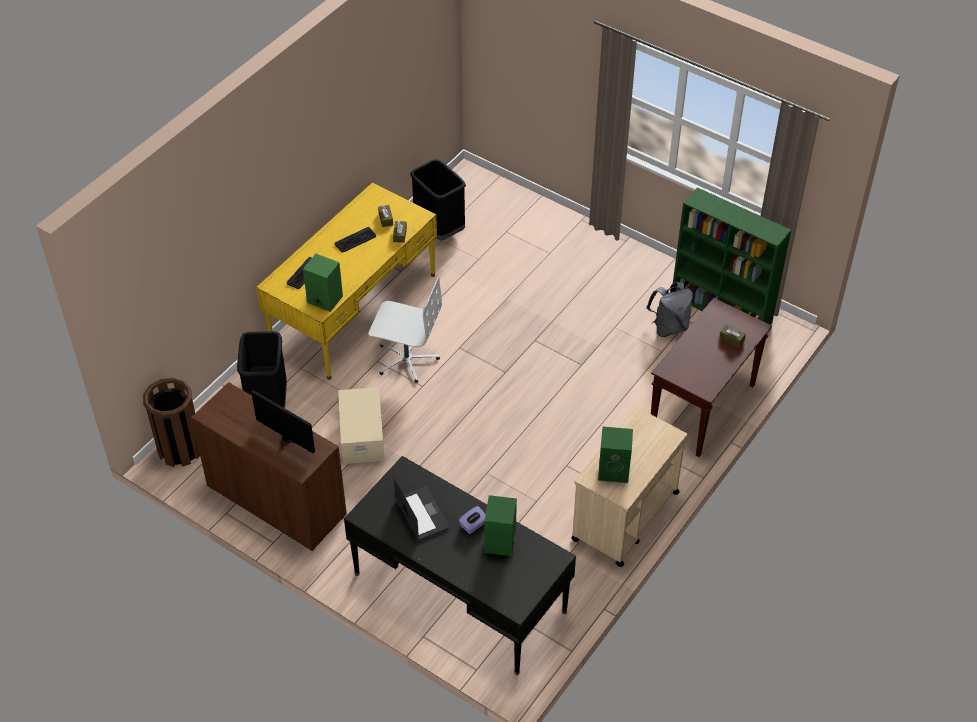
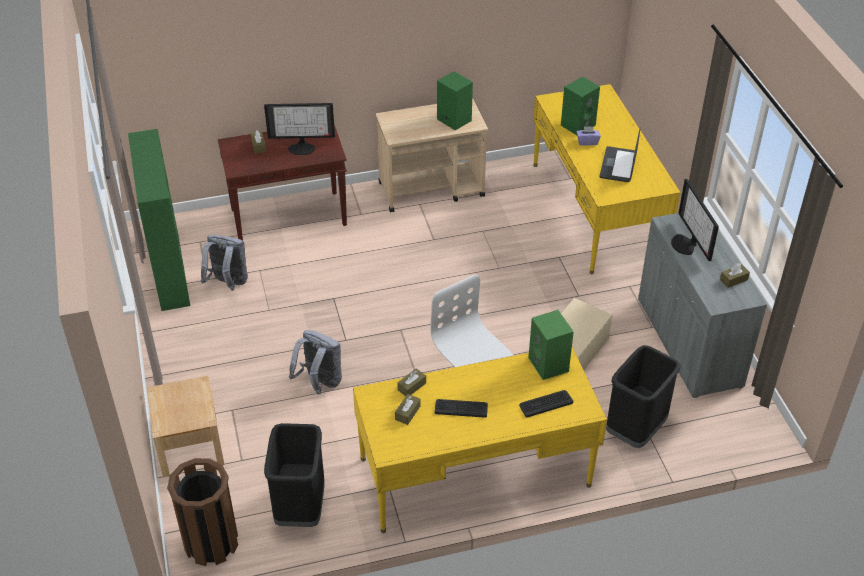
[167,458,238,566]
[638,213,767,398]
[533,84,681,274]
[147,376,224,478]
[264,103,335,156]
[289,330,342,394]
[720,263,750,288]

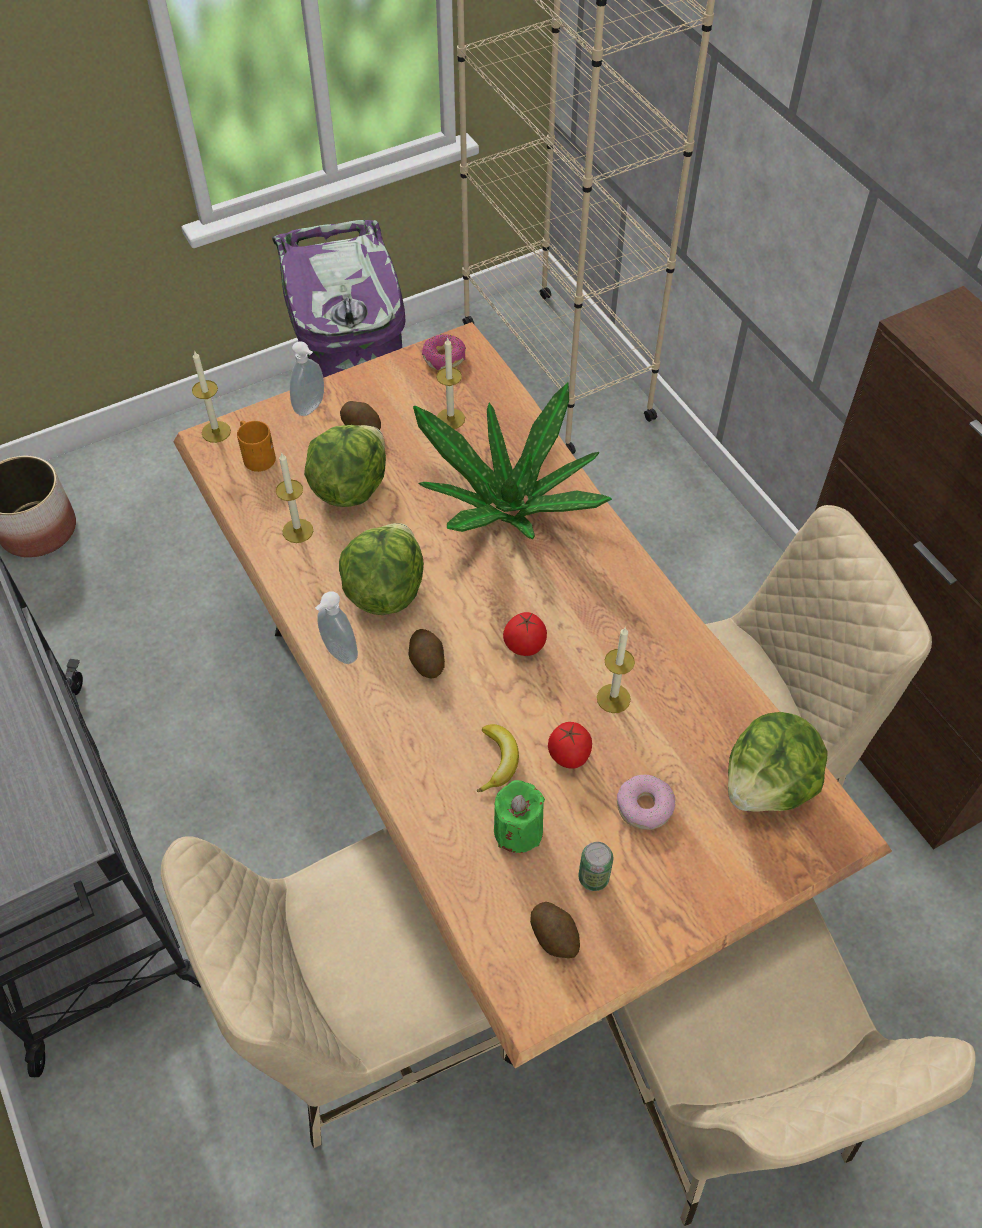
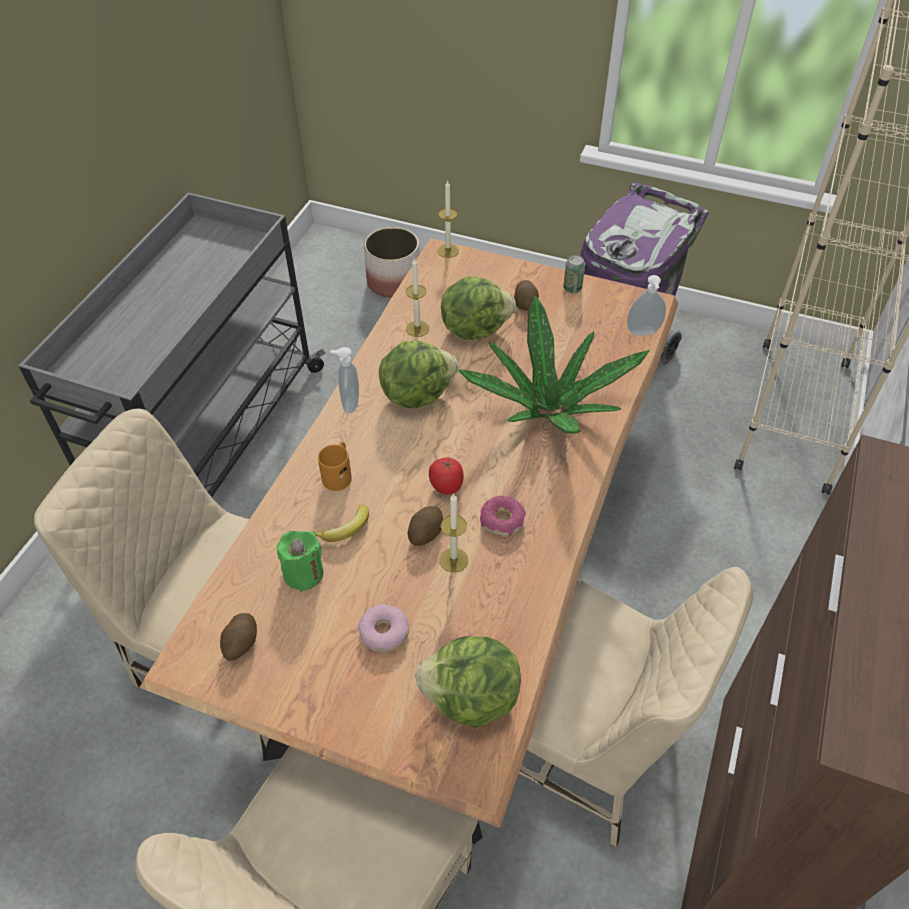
[318,441,352,491]
[627,275,666,336]
[407,506,443,546]
[480,496,526,536]
[437,338,465,429] (first image)
[548,722,592,769] (first image)
[563,255,585,293]

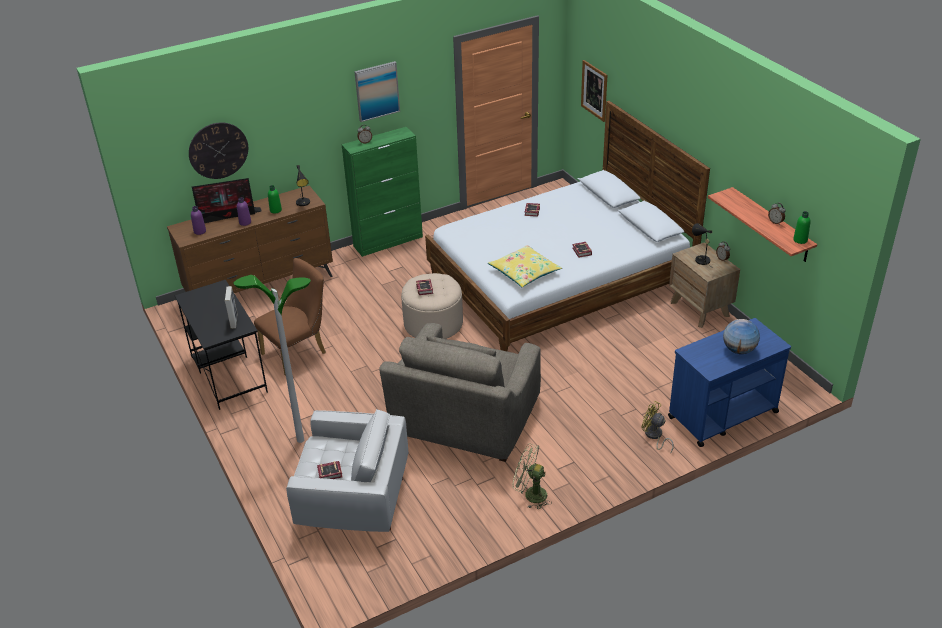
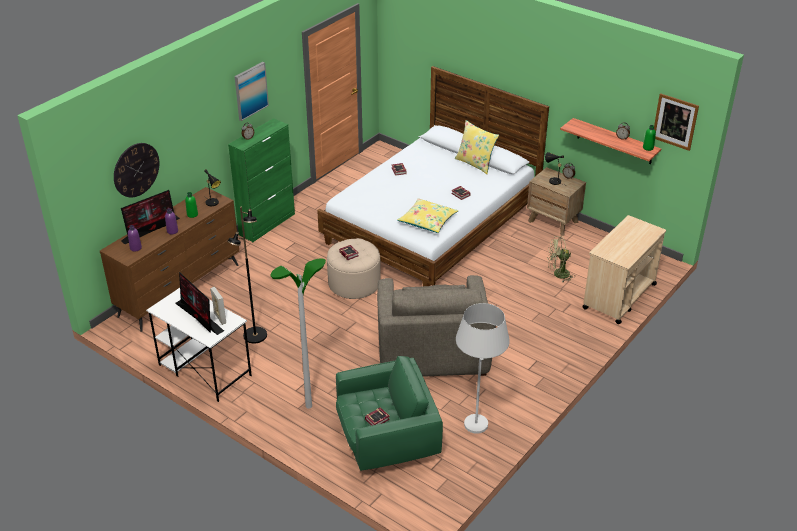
[146,288,252,402]
[227,206,267,344]
[336,356,443,471]
[547,236,573,282]
[654,93,699,151]
[642,401,674,454] (first image)
[582,215,666,324]
[723,319,760,354] (first image)
[175,272,224,335]
[455,120,499,174]
[456,303,510,434]

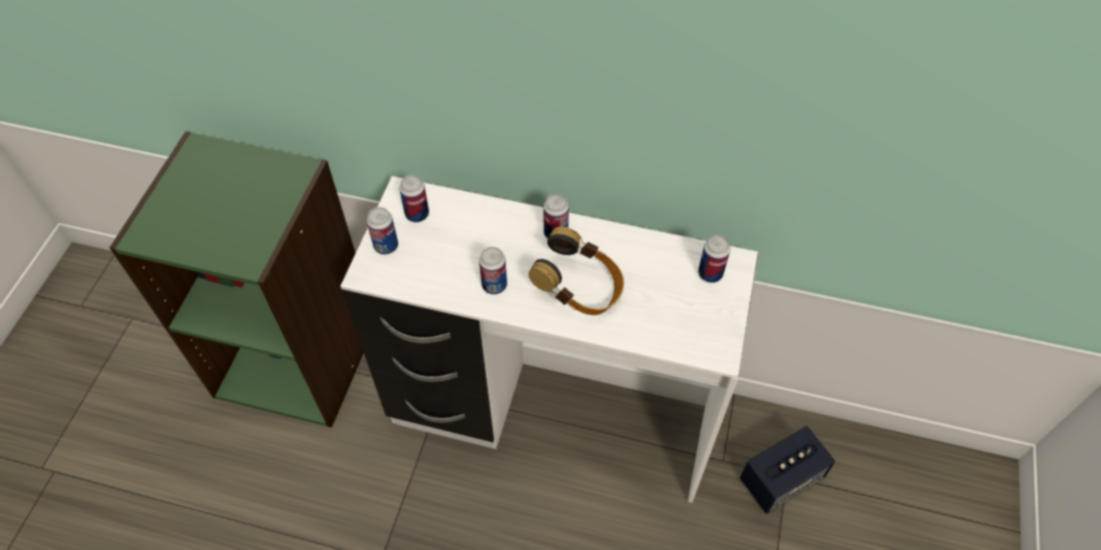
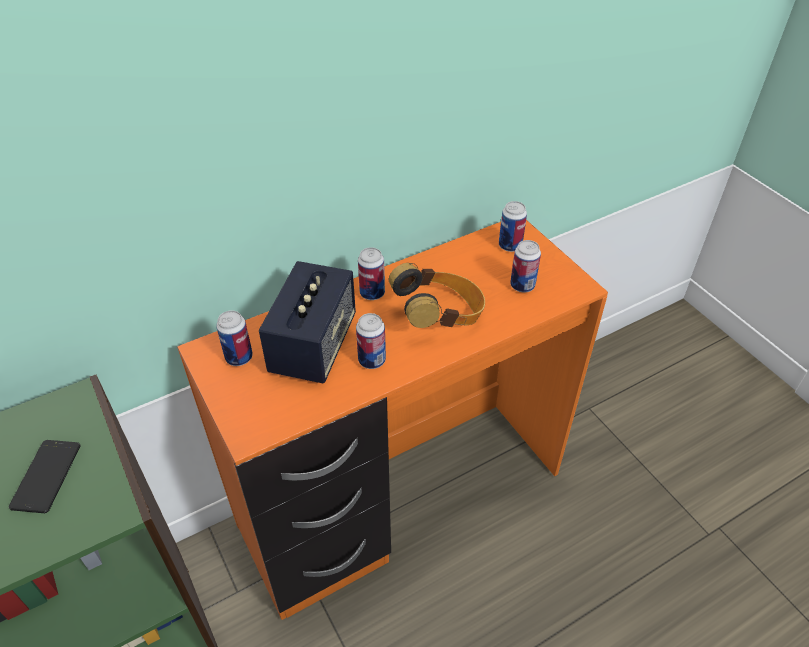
[177,220,608,620]
[510,240,541,292]
[259,261,356,383]
[9,440,81,513]

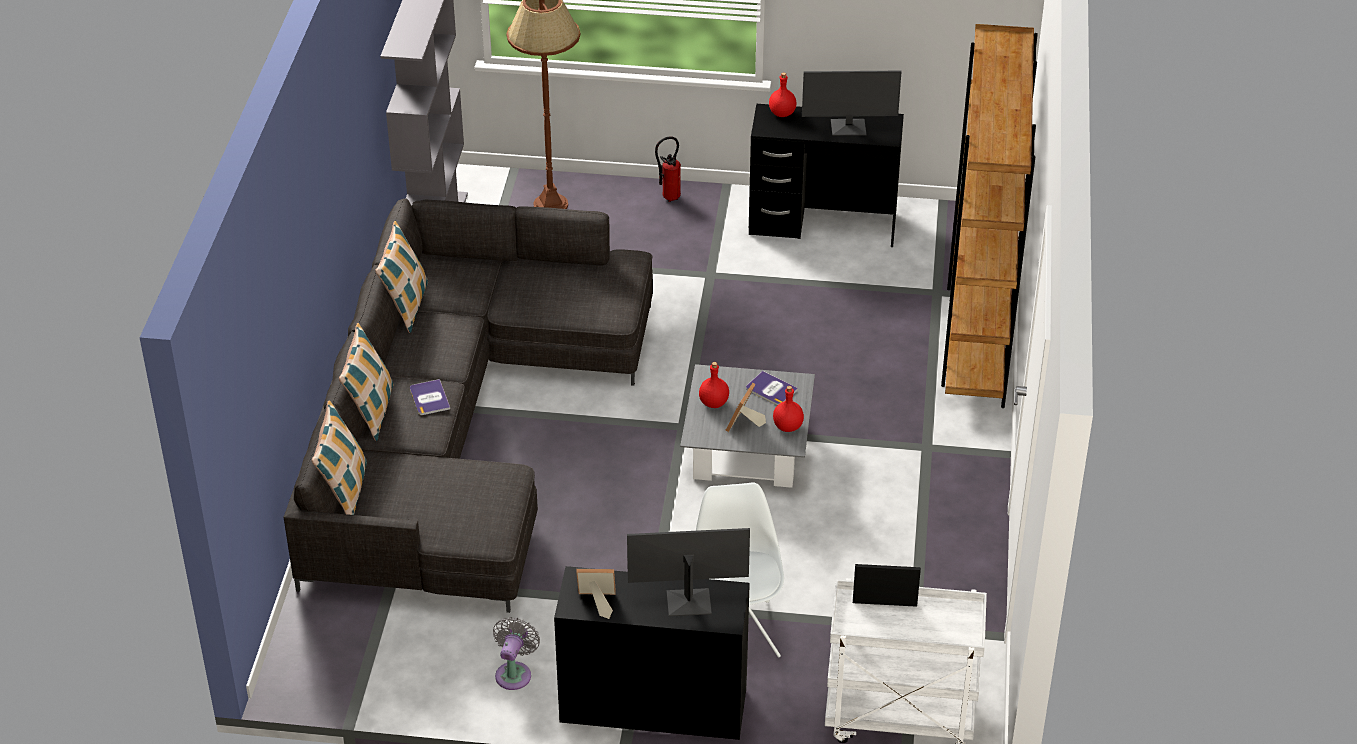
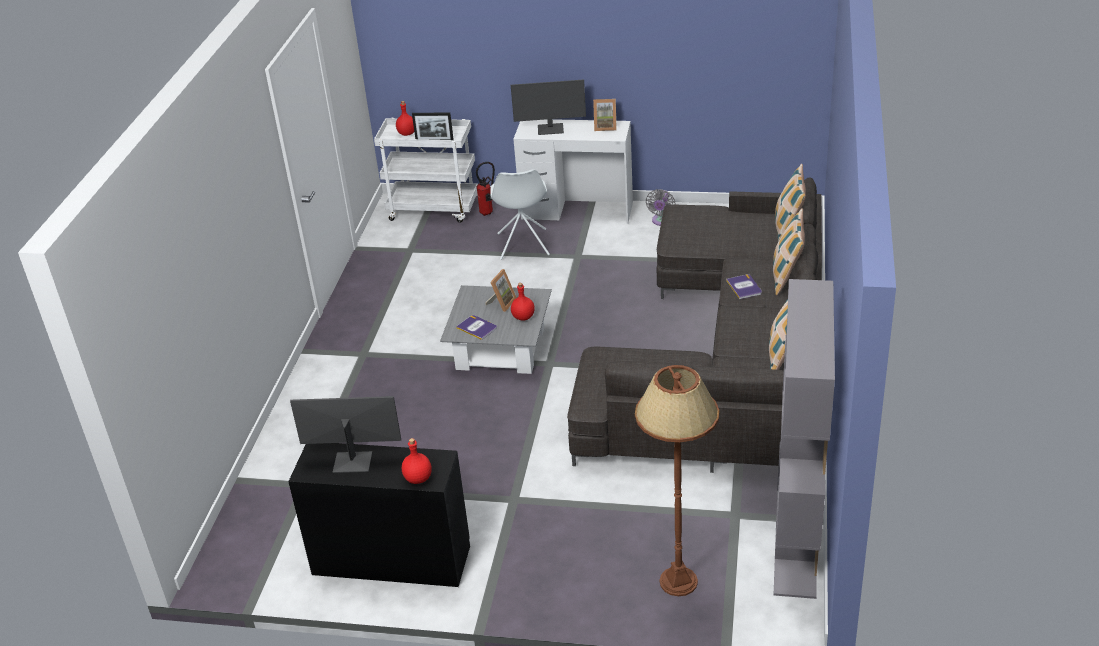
[513,119,633,224]
[476,162,495,216]
[396,101,414,136]
[941,24,1038,408] (first image)

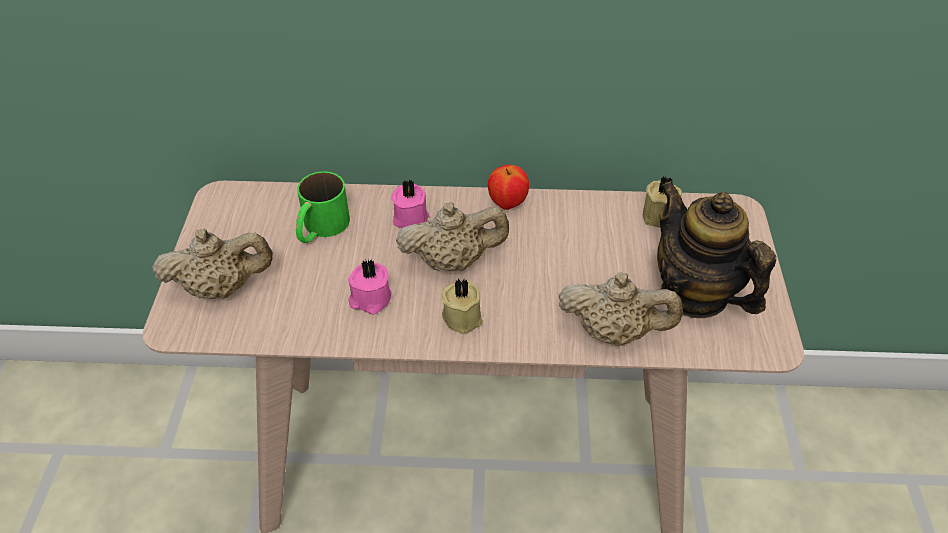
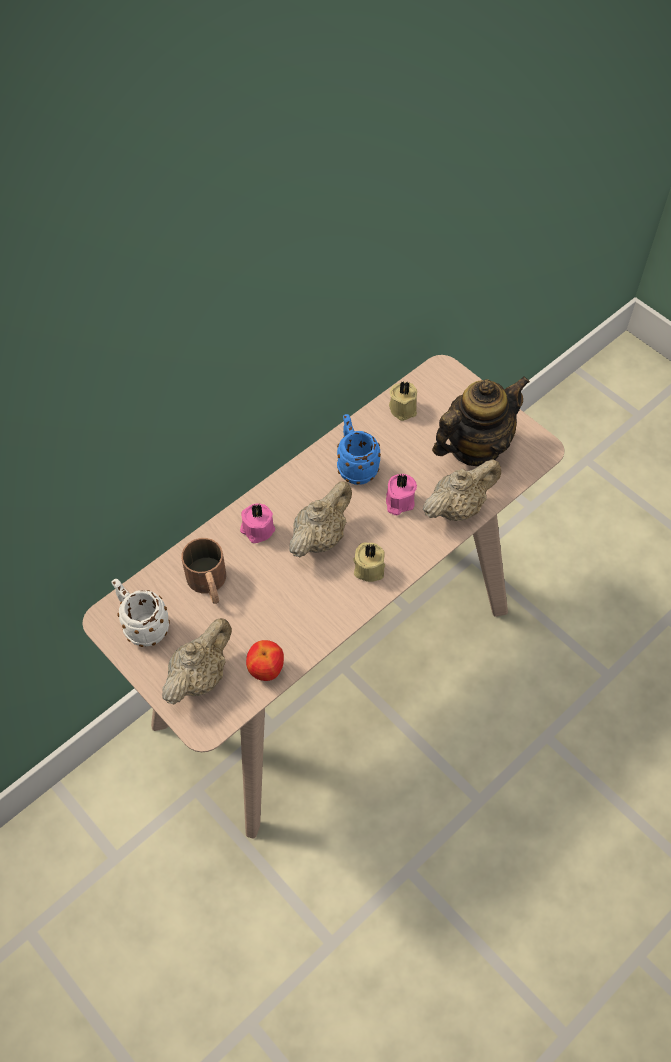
[181,538,226,604]
[386,473,417,515]
[246,640,284,681]
[432,377,530,466]
[112,579,170,647]
[337,414,381,485]

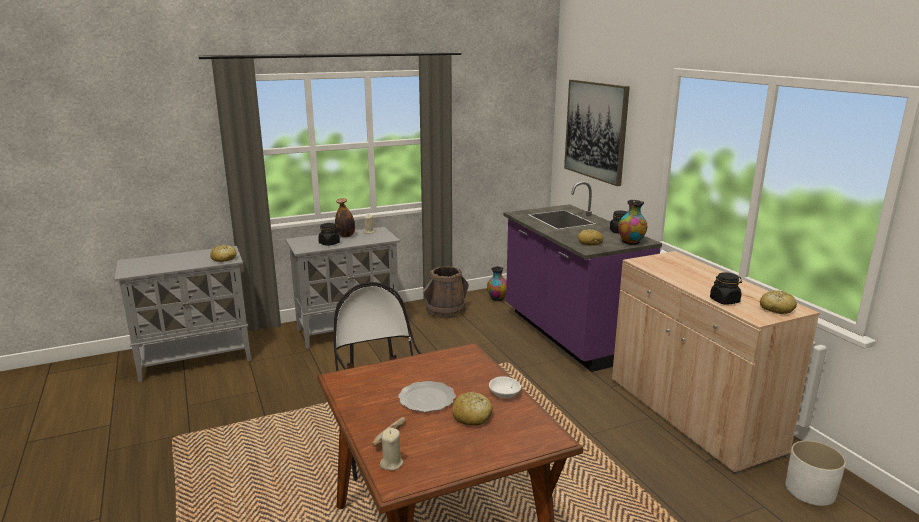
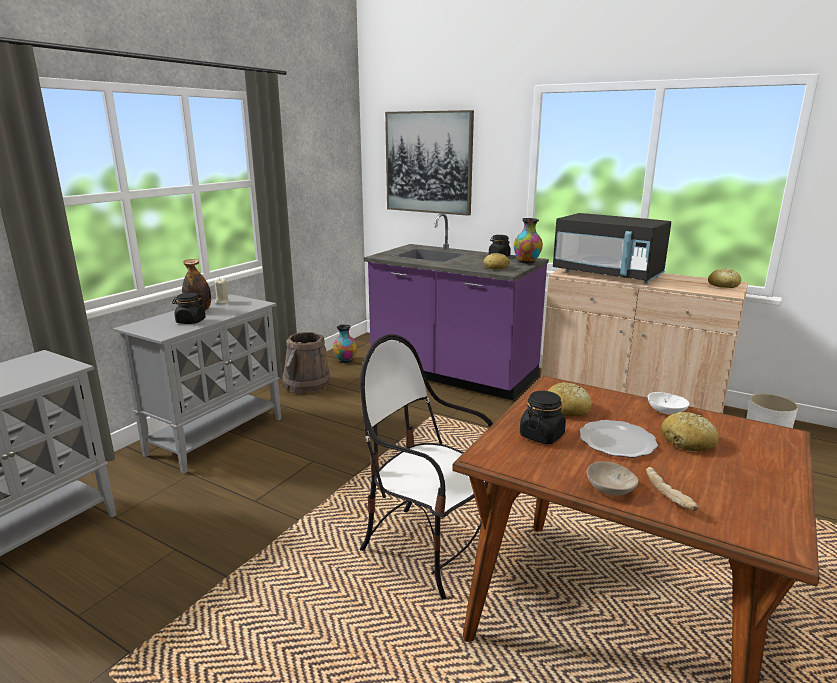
[547,382,592,416]
[380,428,403,471] (first image)
[520,391,566,444]
[553,213,671,283]
[587,461,638,496]

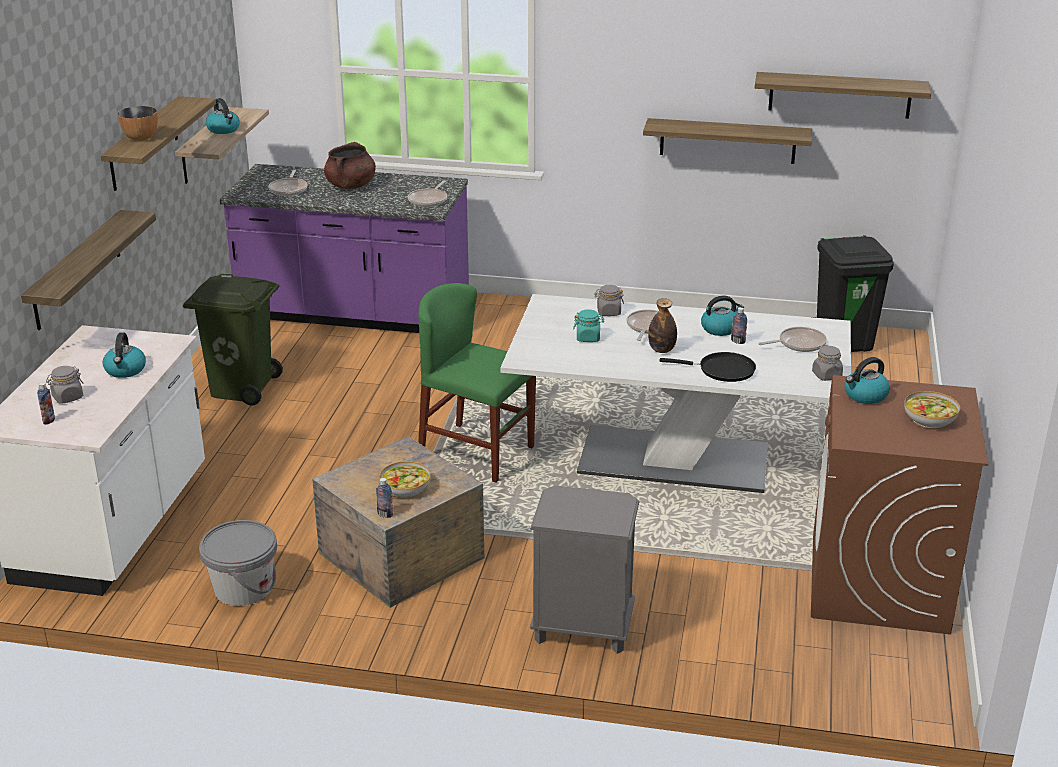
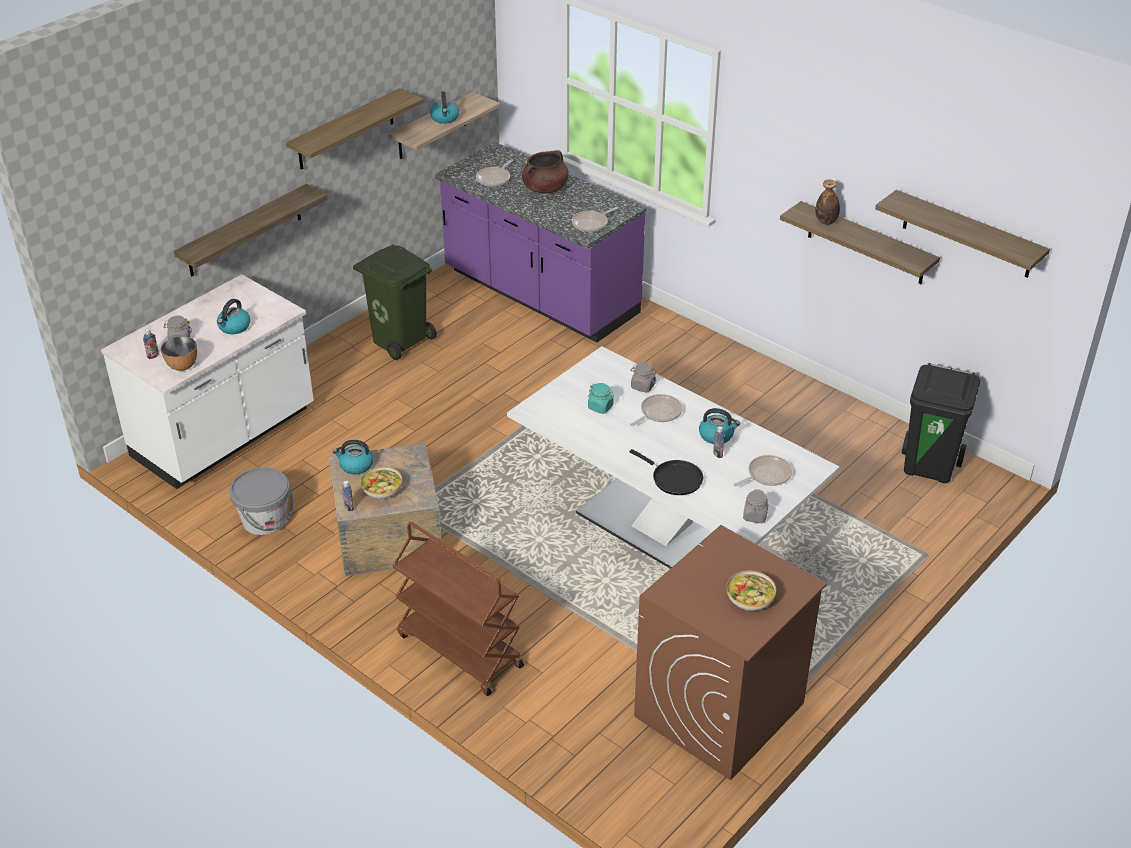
[161,336,197,371]
[418,283,536,483] (first image)
[392,522,524,696]
[815,179,840,225]
[734,455,792,486]
[333,440,373,475]

